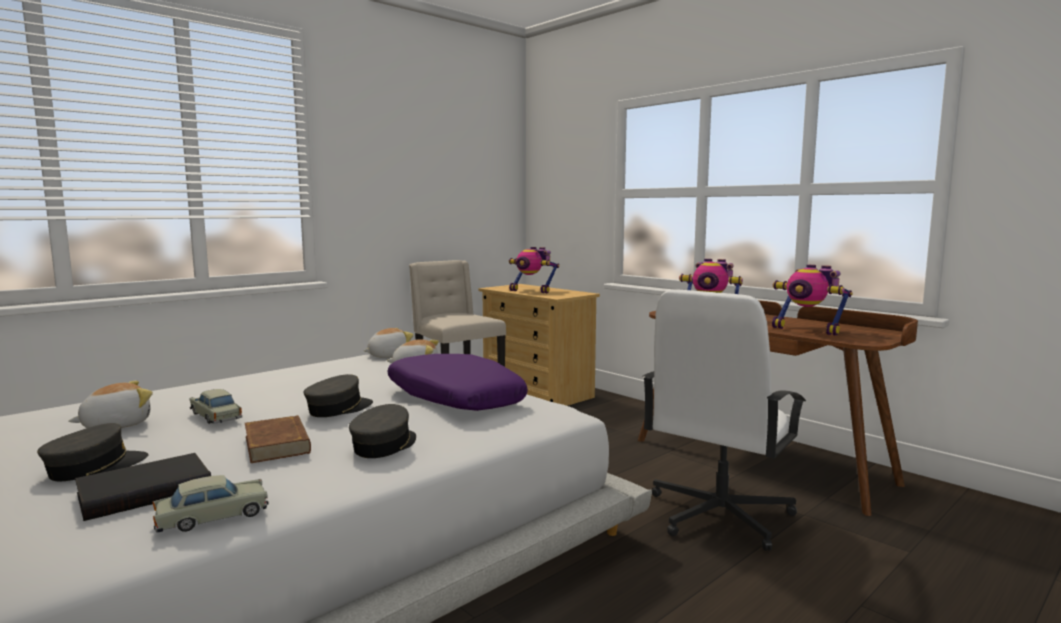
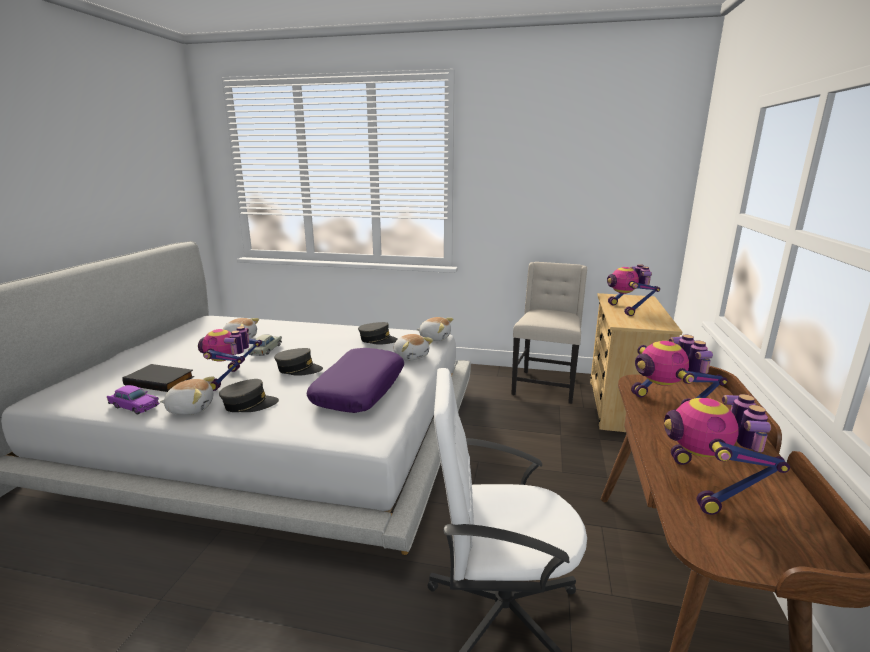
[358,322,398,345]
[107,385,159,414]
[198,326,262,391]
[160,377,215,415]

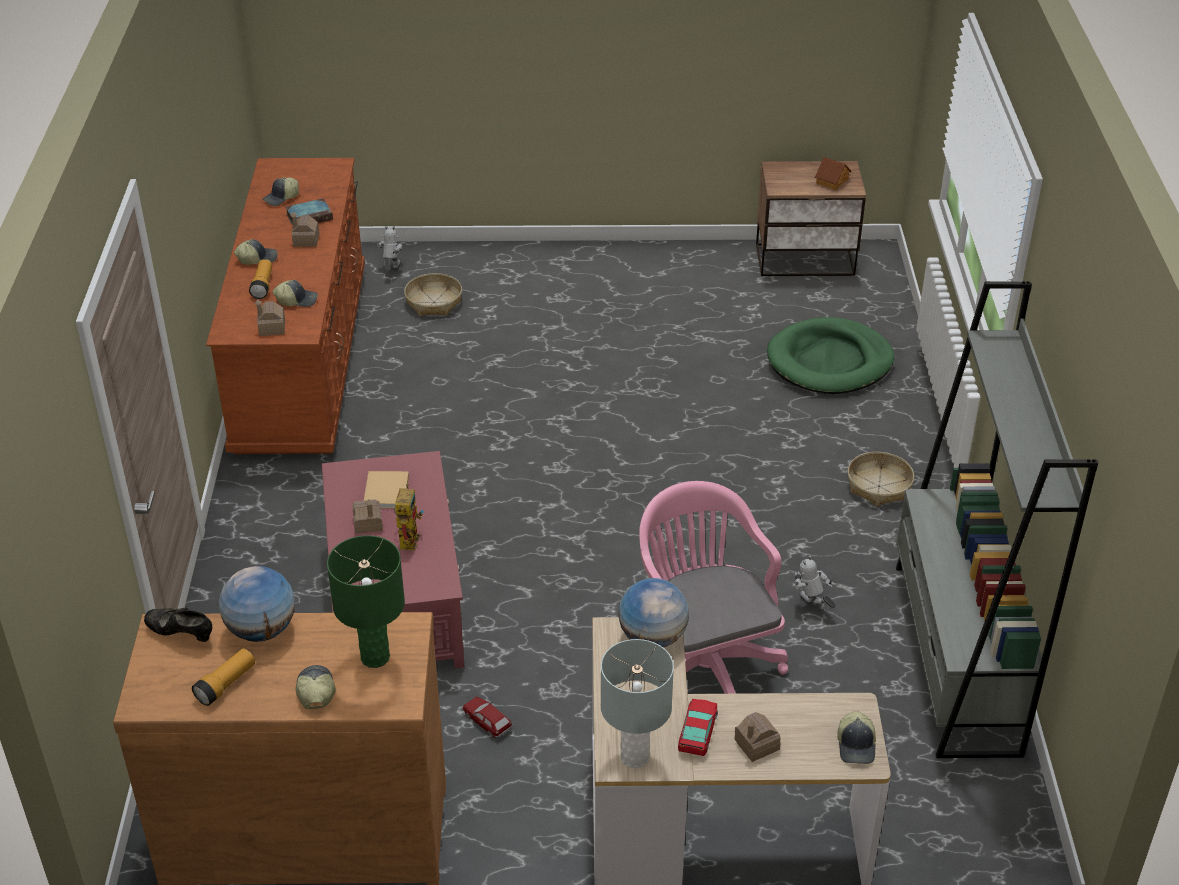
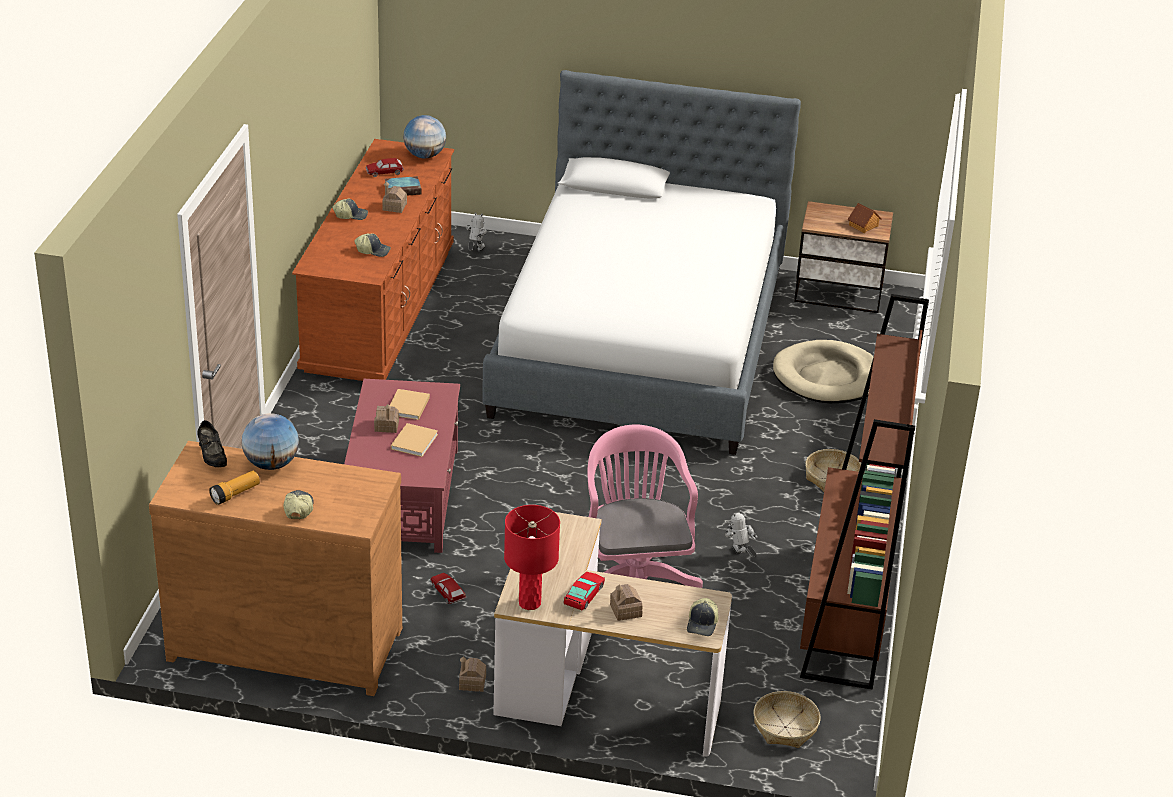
[197,420,227,467]
[249,259,272,299] (first image)
[459,657,486,692]
[365,158,404,177]
[327,535,405,668] (first image)
[391,423,438,457]
[754,691,821,748]
[504,505,560,610]
[403,115,446,158]
[773,340,874,403]
[800,294,929,689]
[482,70,801,455]

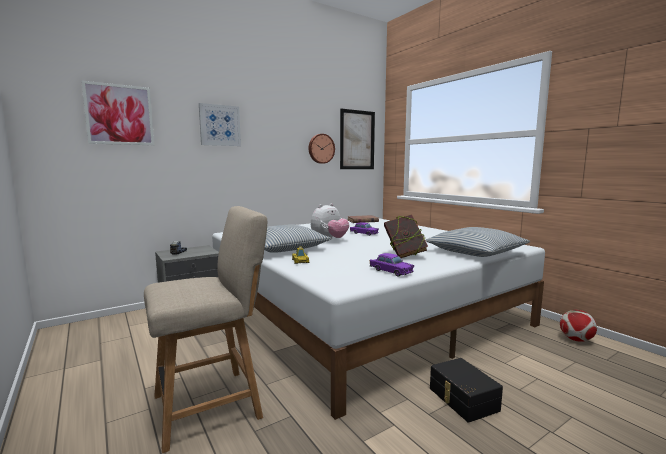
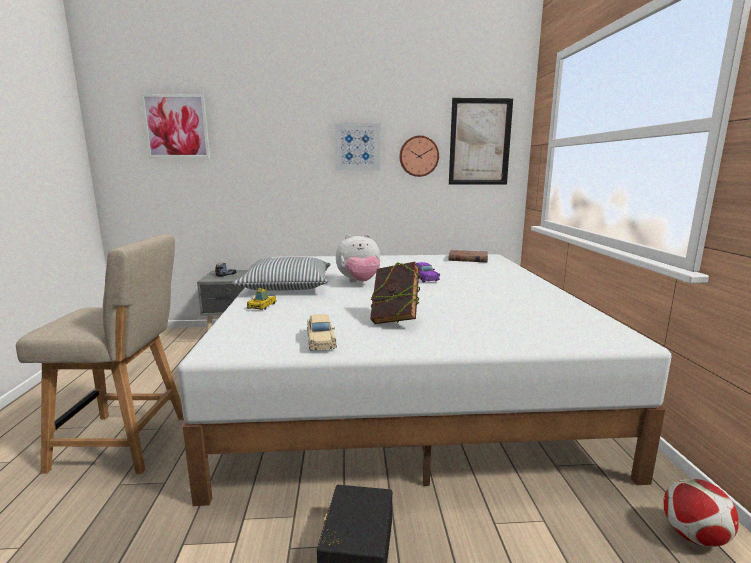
[334,123,380,171]
[307,314,337,350]
[425,227,530,257] (first image)

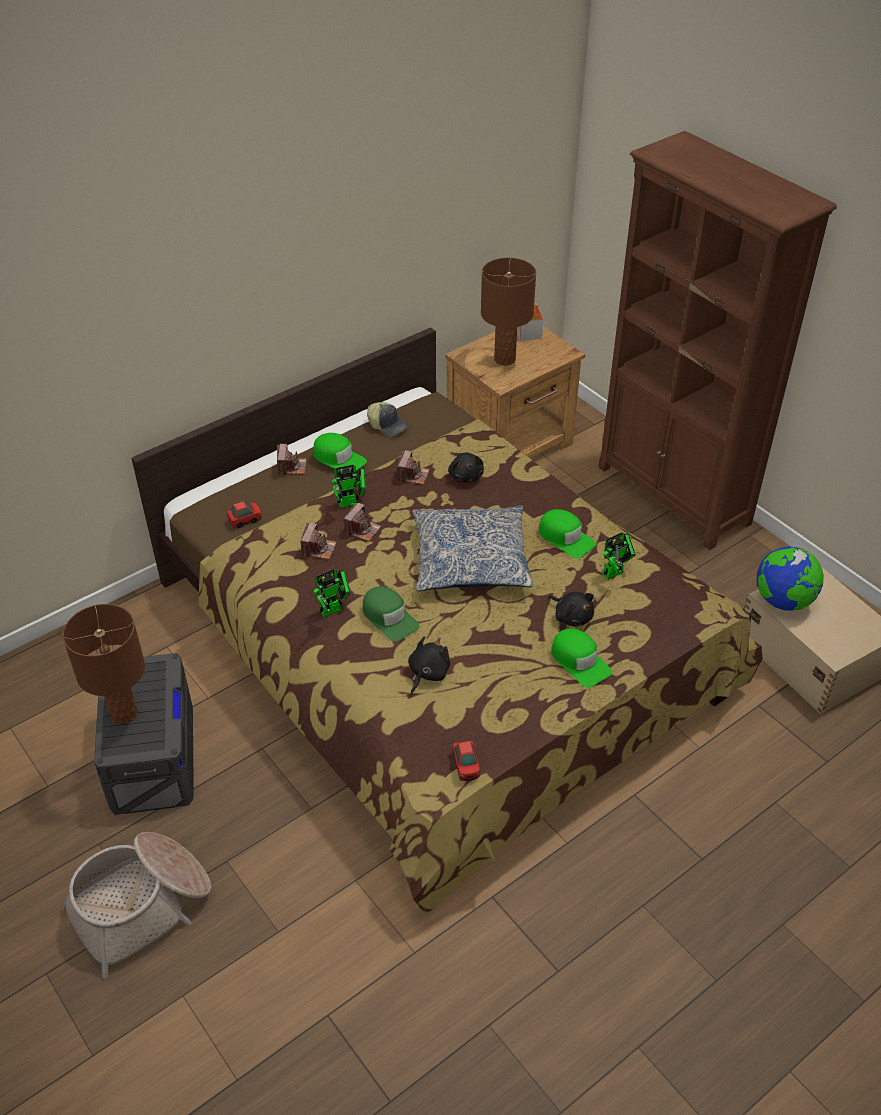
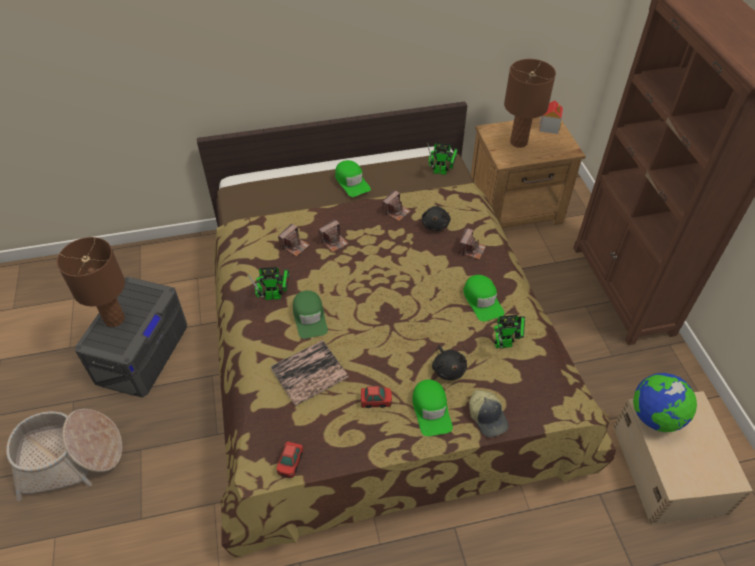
[361,386,392,408]
[458,228,486,260]
[427,143,458,175]
[469,390,509,437]
[271,340,349,406]
[412,505,533,591] (first image)

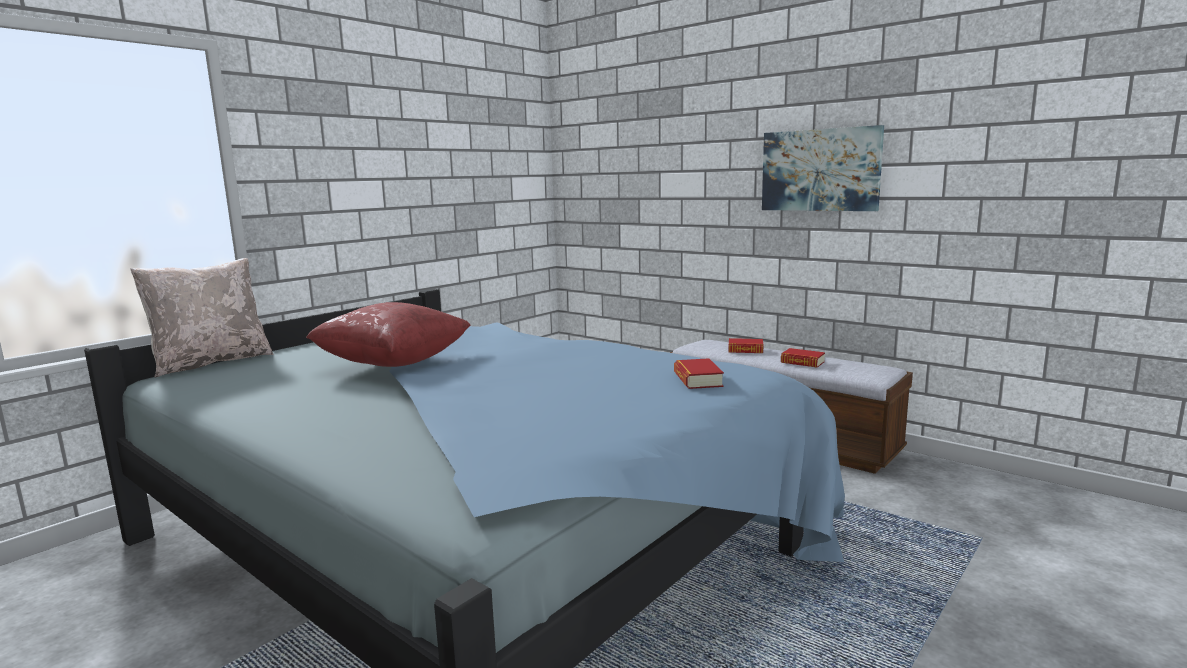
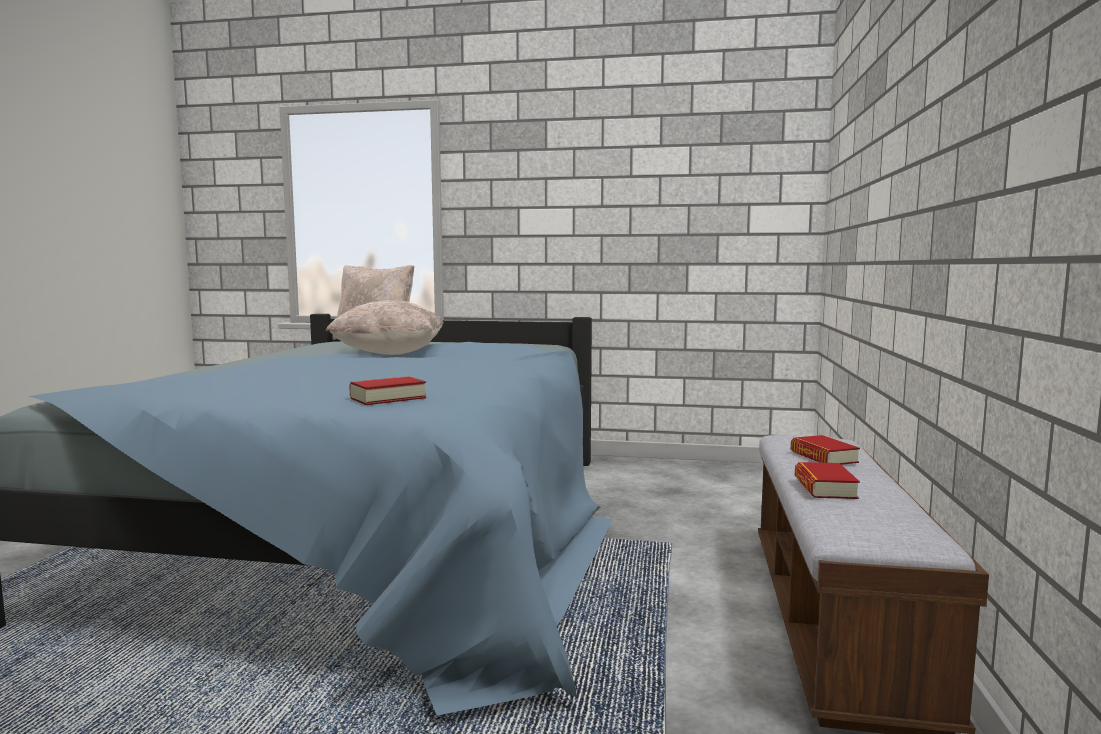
[326,300,444,355]
[762,125,884,211] (first image)

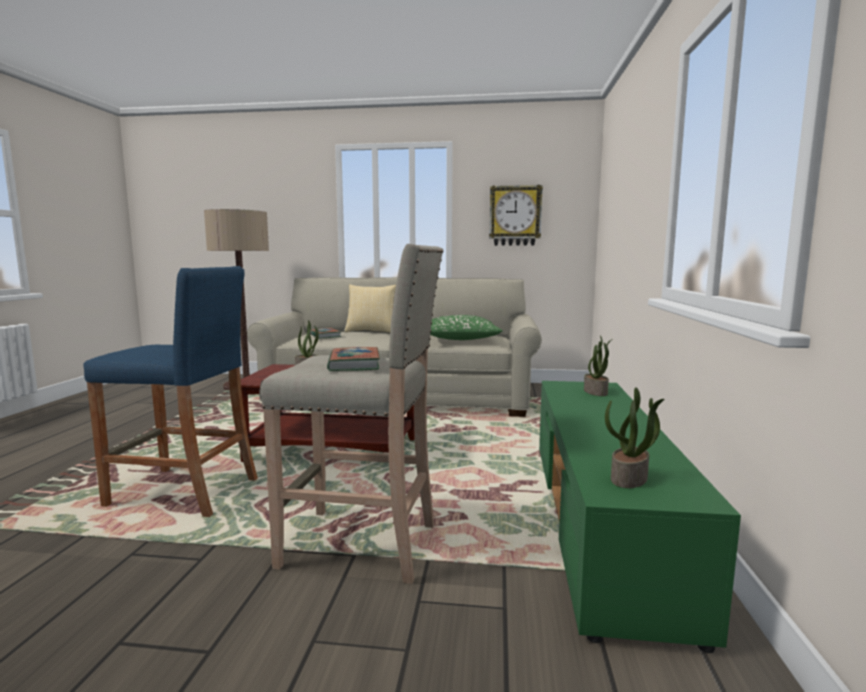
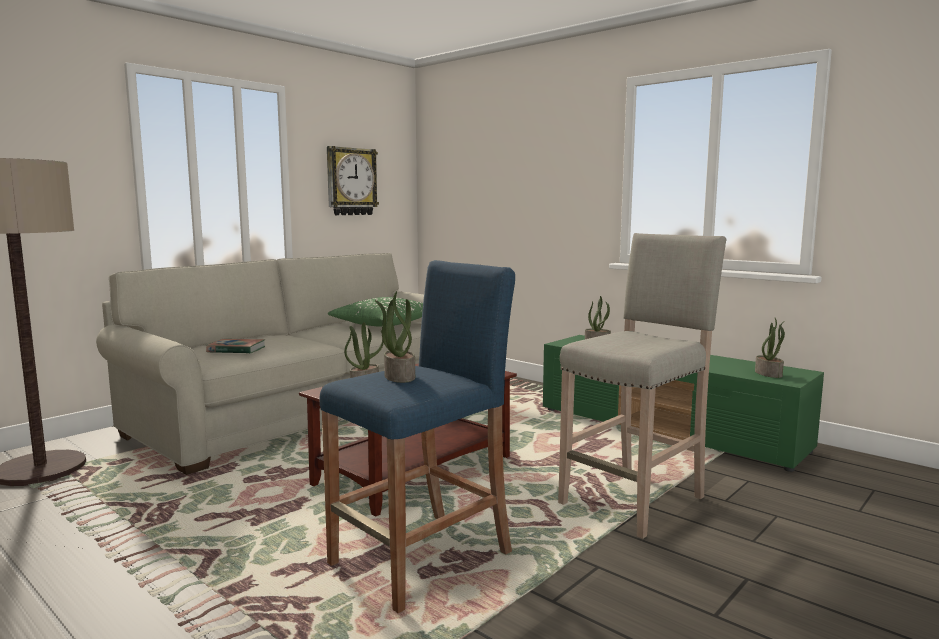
[327,347,380,371] (first image)
[344,284,396,333] (first image)
[375,291,415,383]

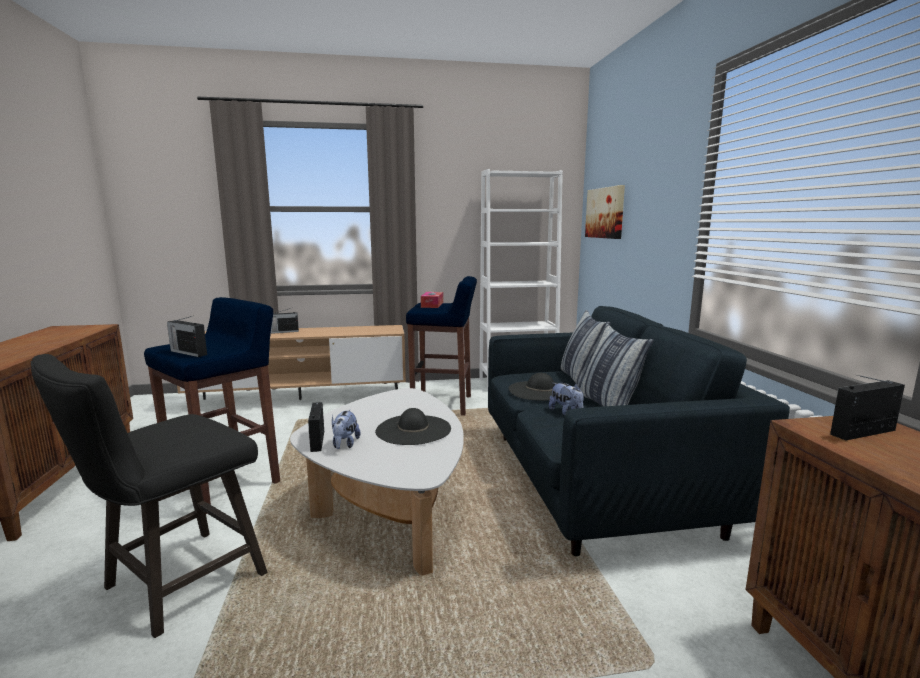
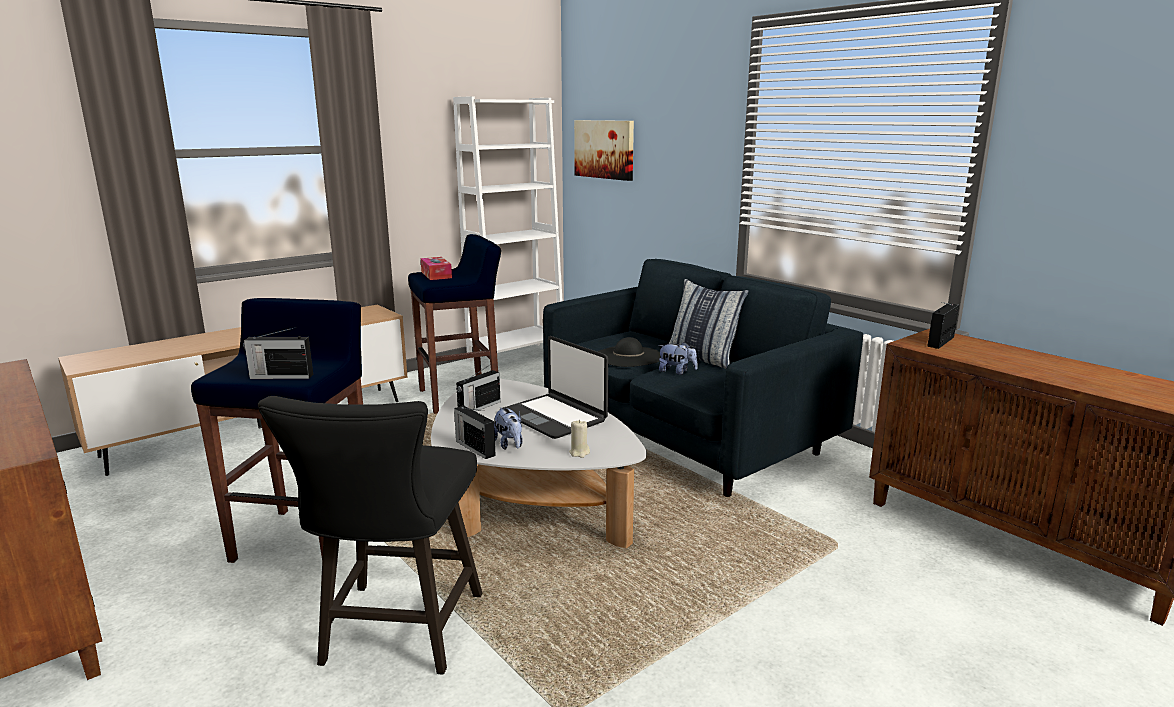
[456,364,501,412]
[503,336,608,439]
[561,310,610,387] (first image)
[569,420,590,458]

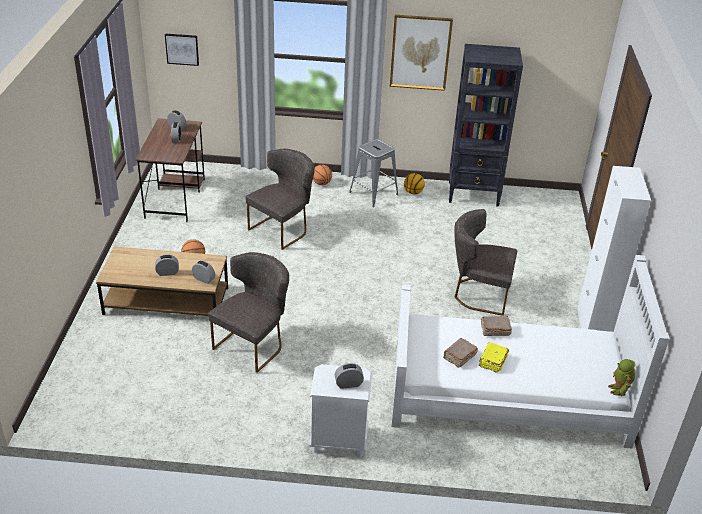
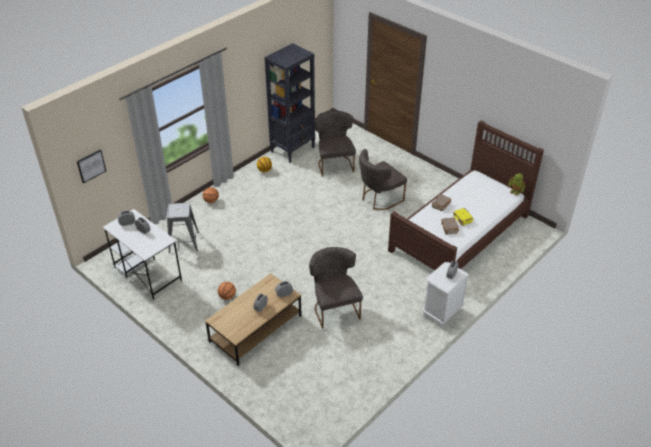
[103,209,182,300]
[314,110,356,176]
[167,203,199,253]
[390,15,453,91] (first image)
[388,121,544,270]
[577,166,651,332] (first image)

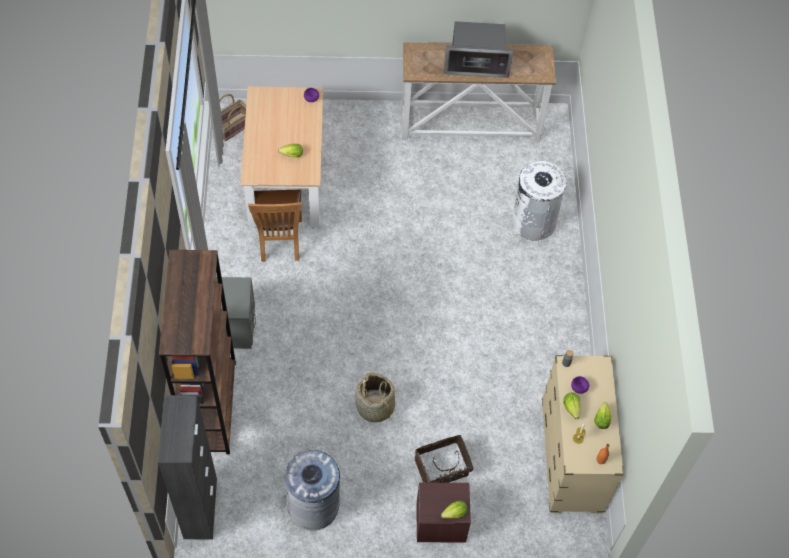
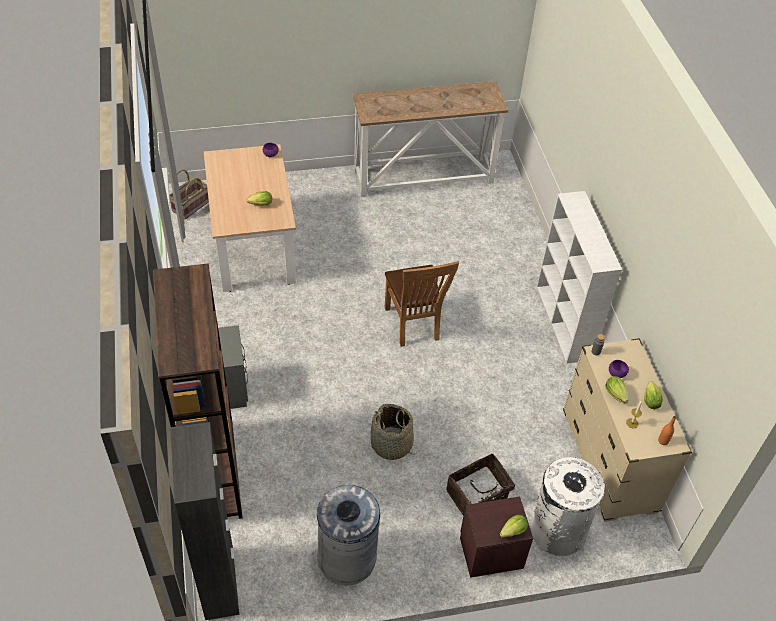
[385,261,459,347]
[443,21,513,78] (first image)
[530,457,605,556]
[536,191,622,364]

